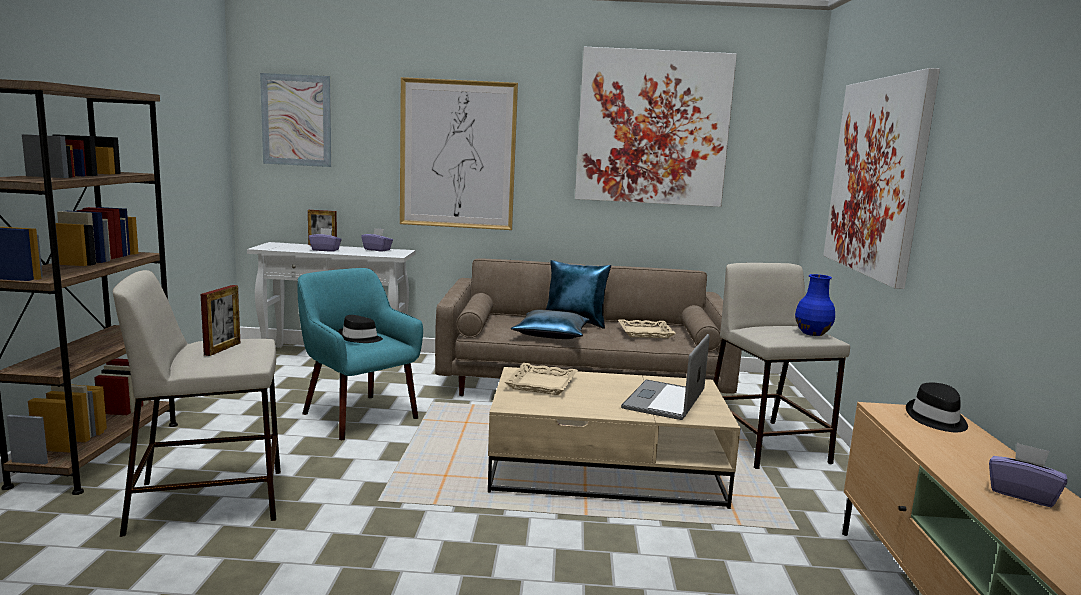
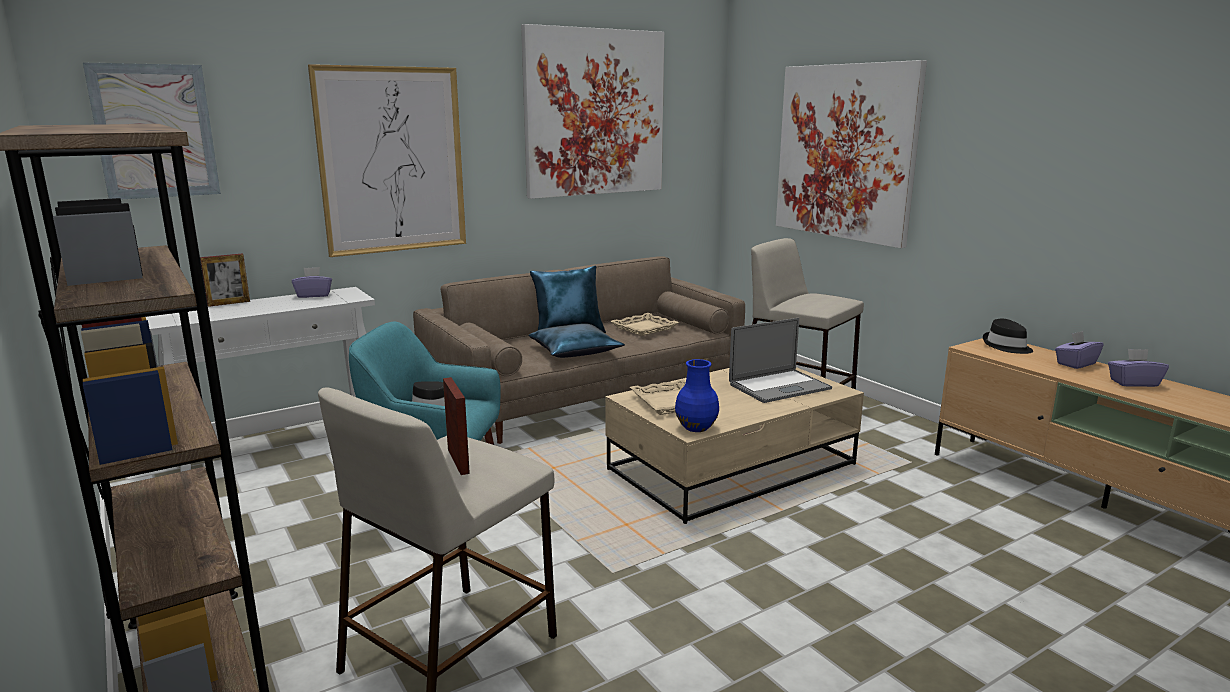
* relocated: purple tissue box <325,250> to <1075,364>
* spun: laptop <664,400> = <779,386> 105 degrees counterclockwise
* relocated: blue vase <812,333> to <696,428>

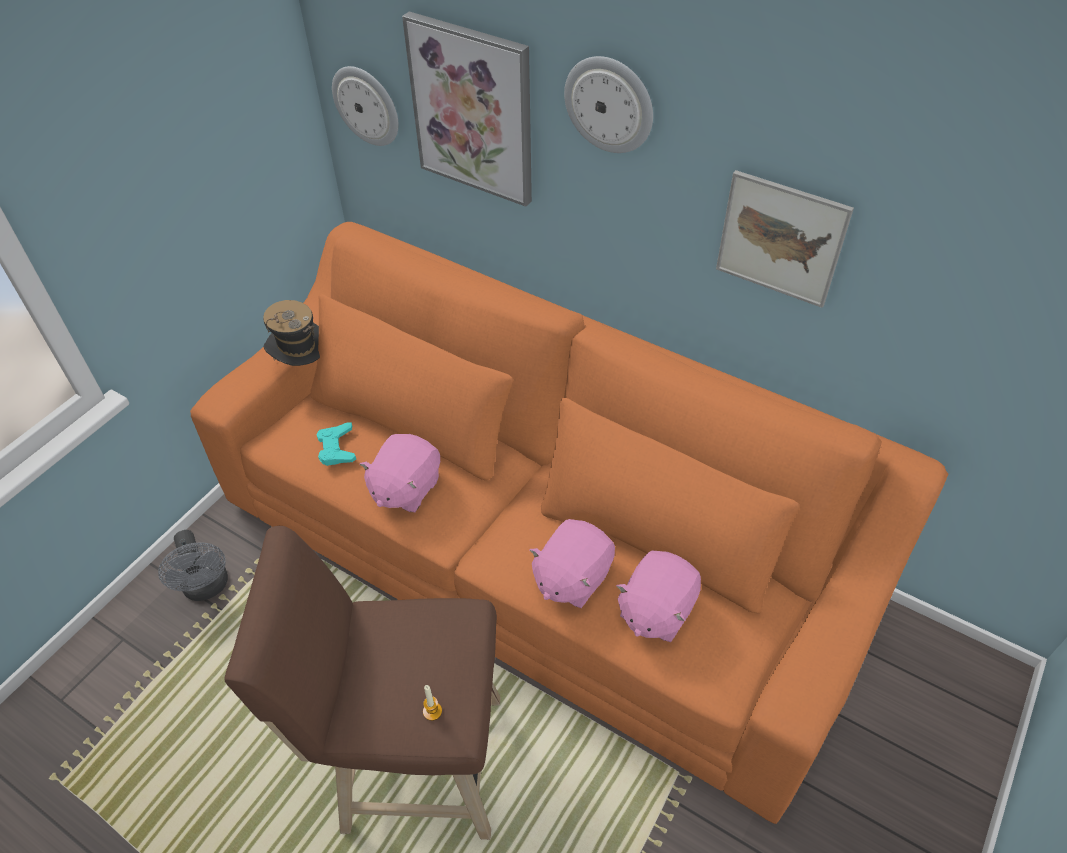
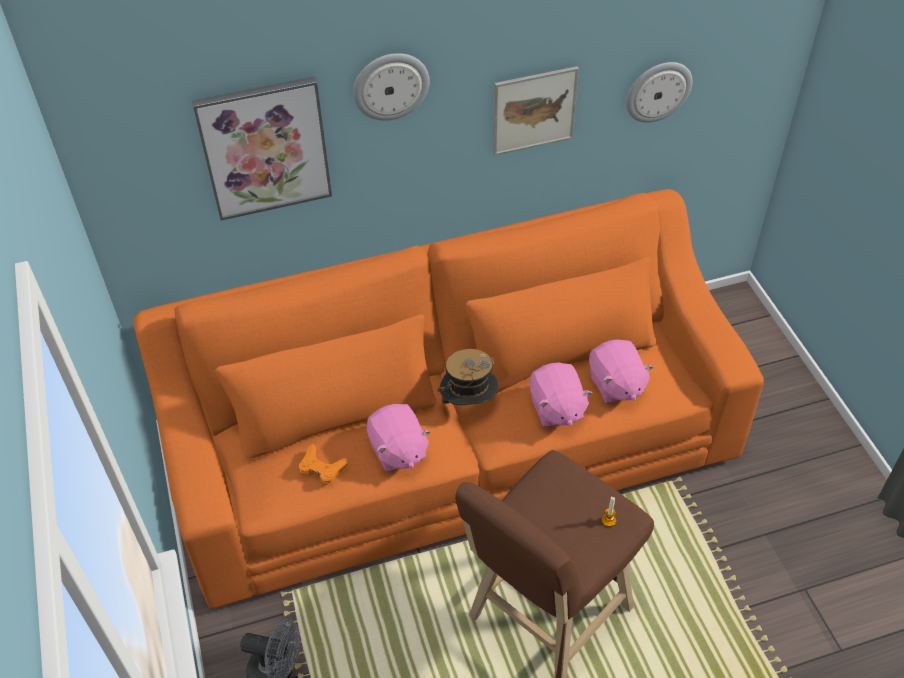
* relocated: hat <302,367> to <468,404>
* colour: turquoise game controller <337,448> to orange game controller <322,468>
* relocated: wall clock <367,105> to <658,91>

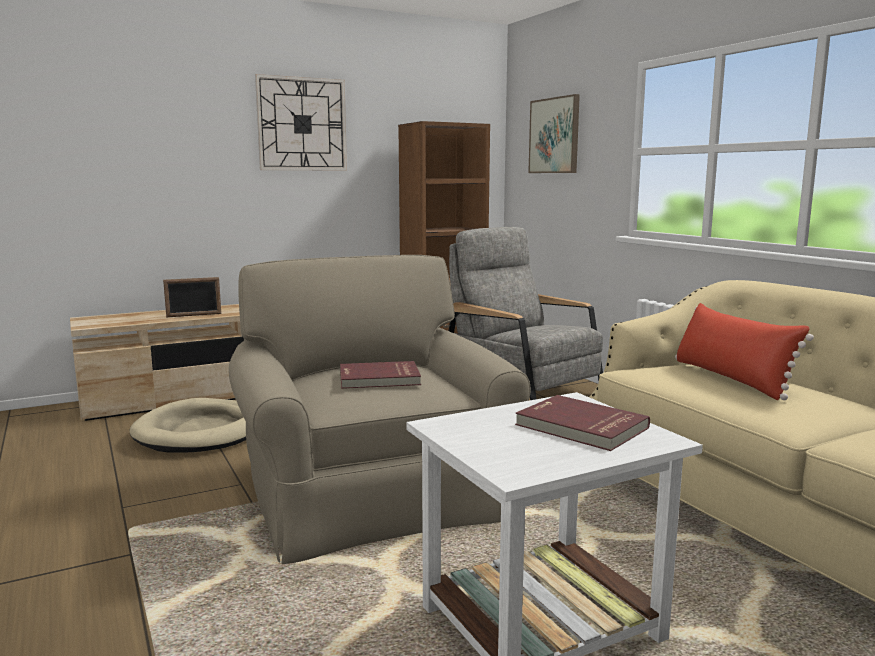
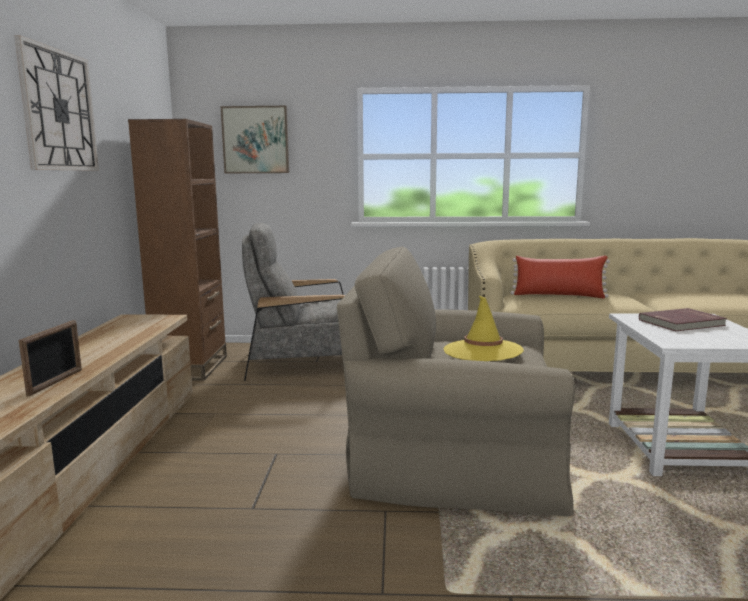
* missing: beige dog bed <204,431>
* exchanged: red book <379,379> to yellow hat <482,351>

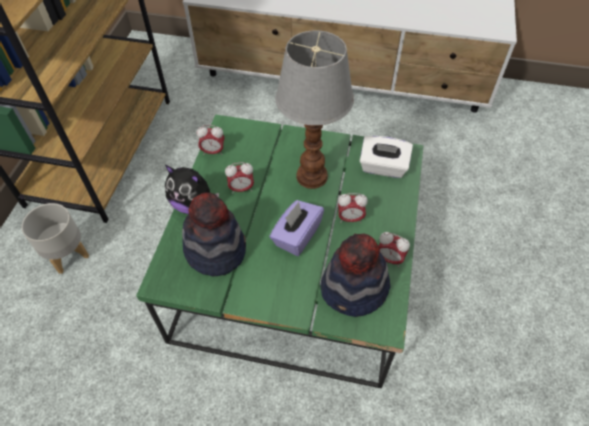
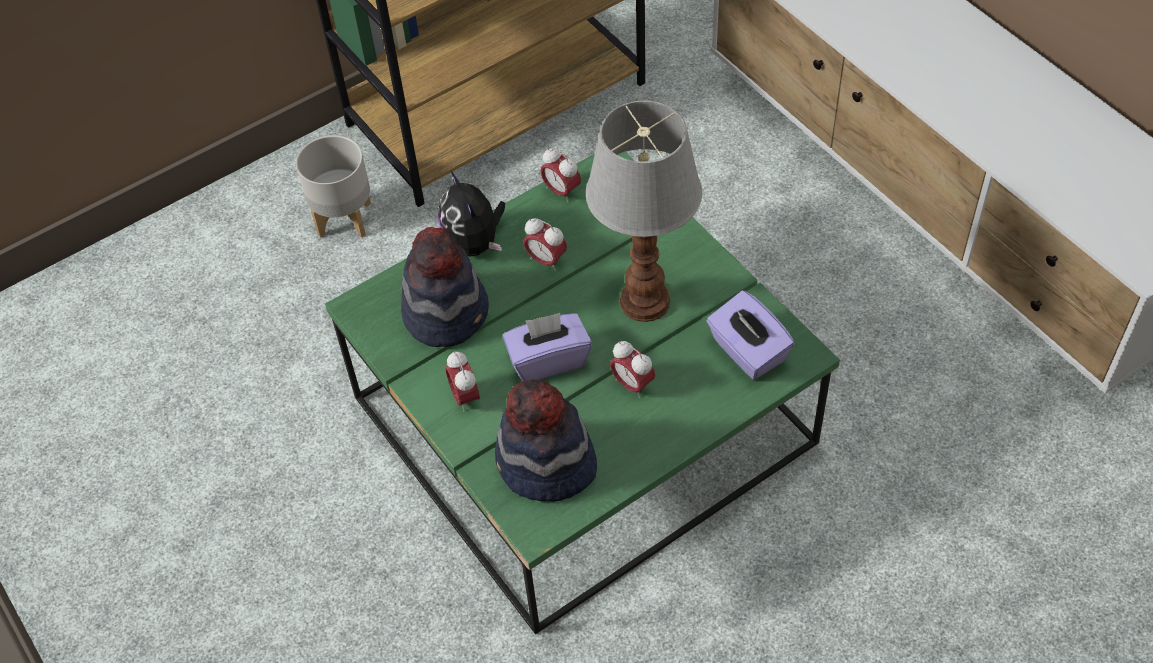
* colour: white tissue box <383,167> to purple tissue box <747,351>
* relocated: alarm clock <389,259> to <465,397>

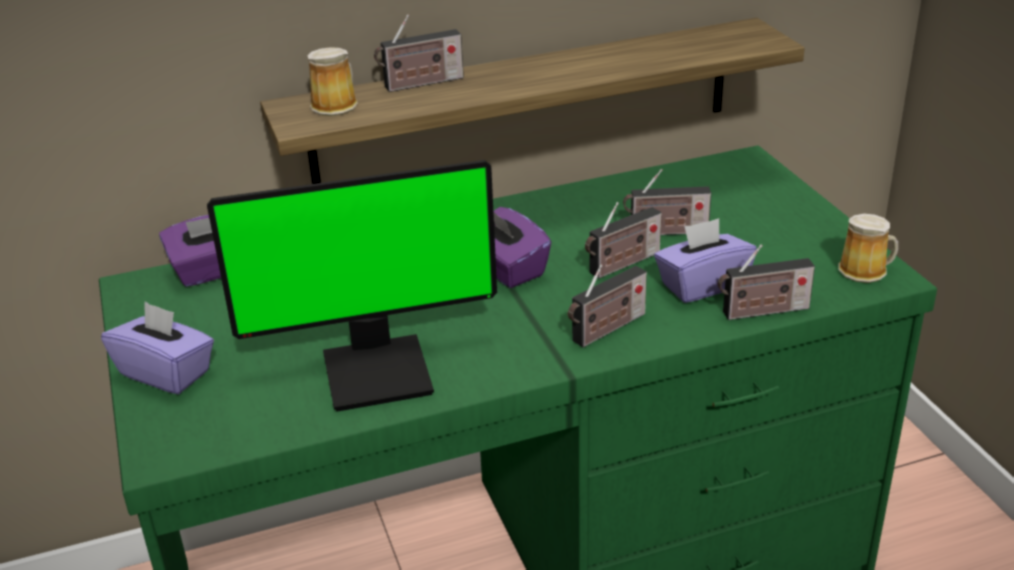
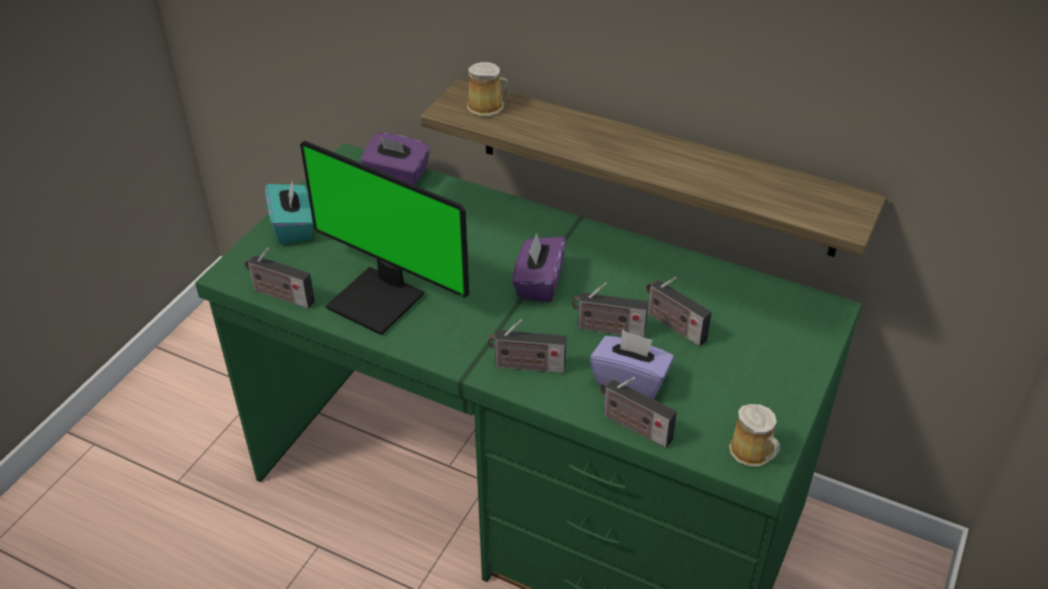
* colour: purple tissue box <166,372> to turquoise tissue box <293,227>
* relocated: radio <420,84> to <280,295>

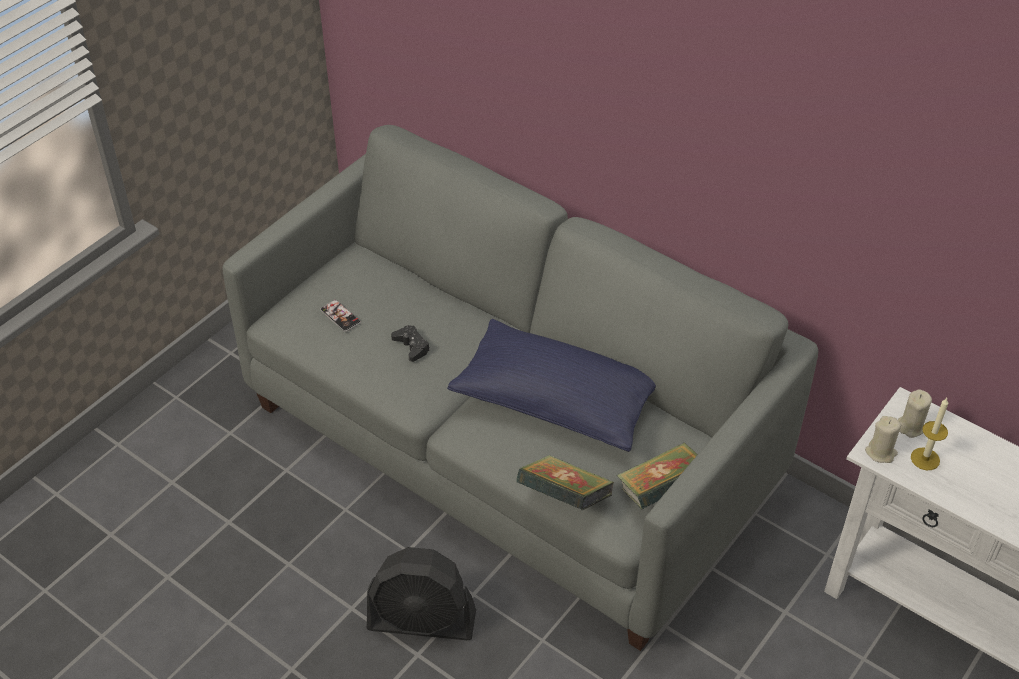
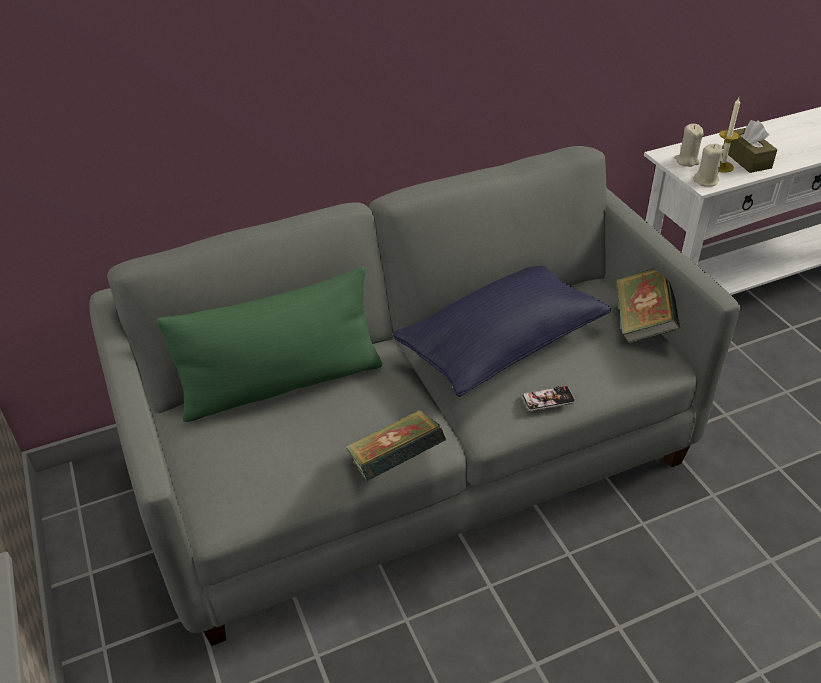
* relocated: phone <340,316> to <548,399>
* missing: black fan <422,621>
* missing: black game controller <411,346>
* relocated: book <564,498> to <395,463>
* appeared: green pillow <282,384>
* appeared: brown tissue box <746,159>

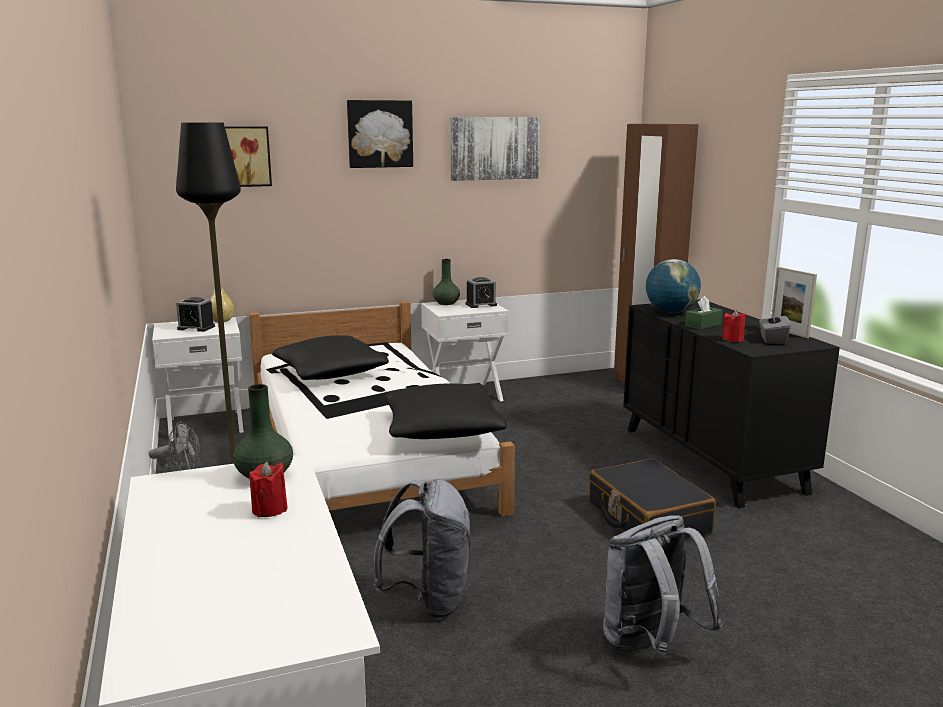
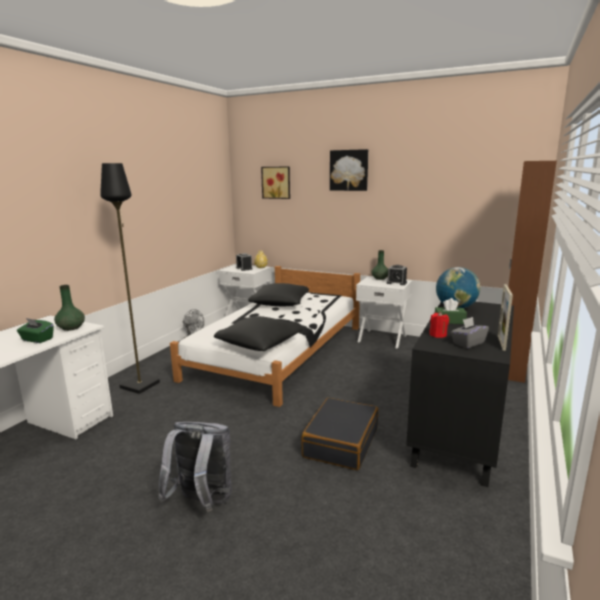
* exchanged: red candle <269,509> to green tissue box <37,340>
* missing: grey backpack <428,600>
* missing: picture <494,148>

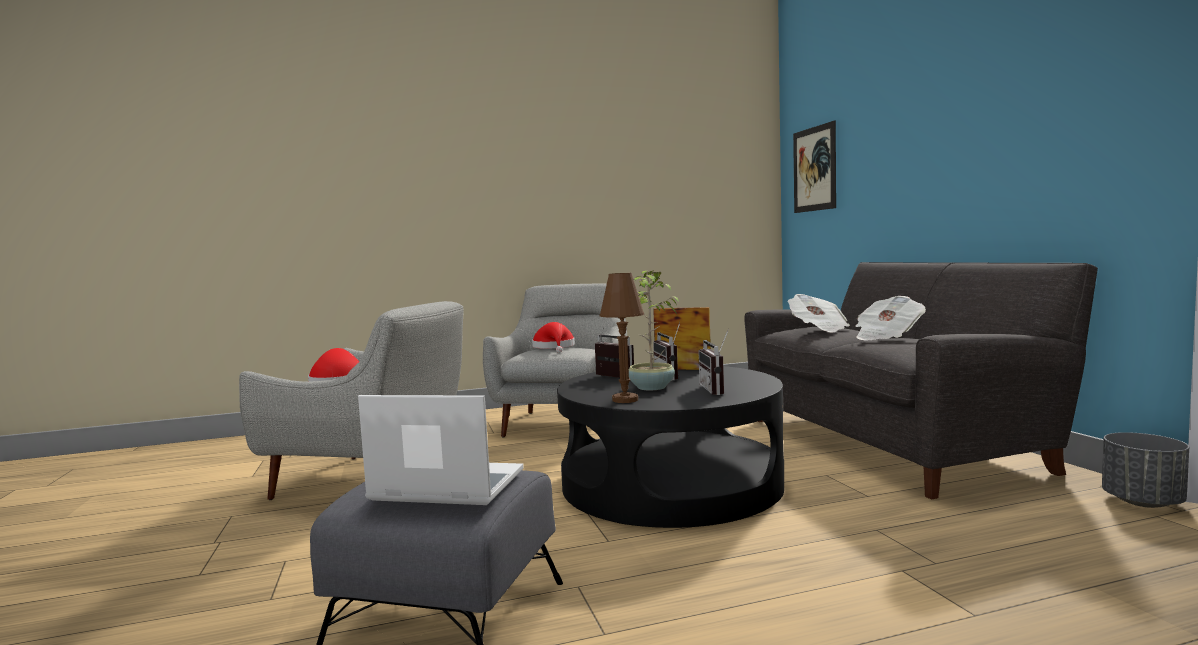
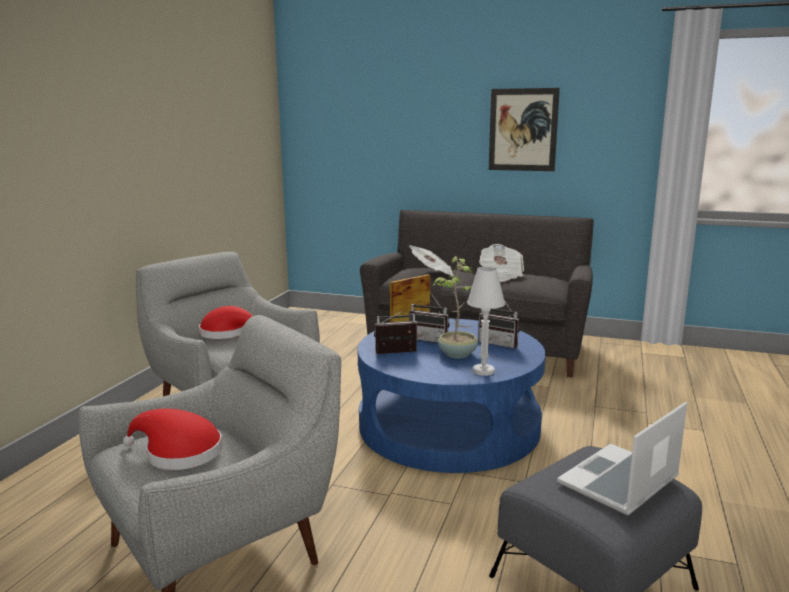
* colour: black coffee table <671,482> to blue coffee table <449,424>
* colour: brown table lamp <625,400> to white table lamp <483,371>
* relocated: picture <814,169> to <523,130>
* missing: grey planter <1143,502>

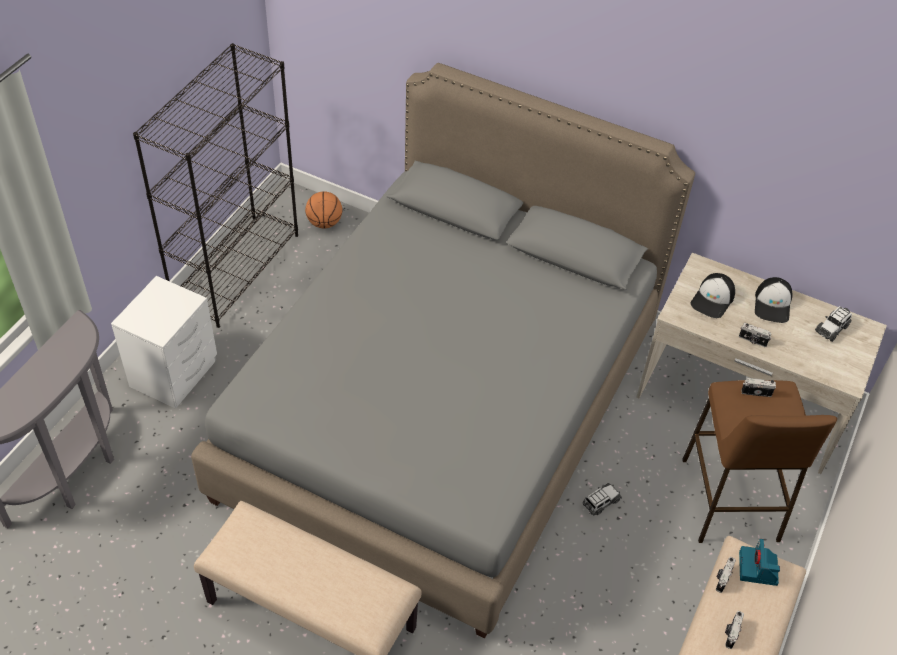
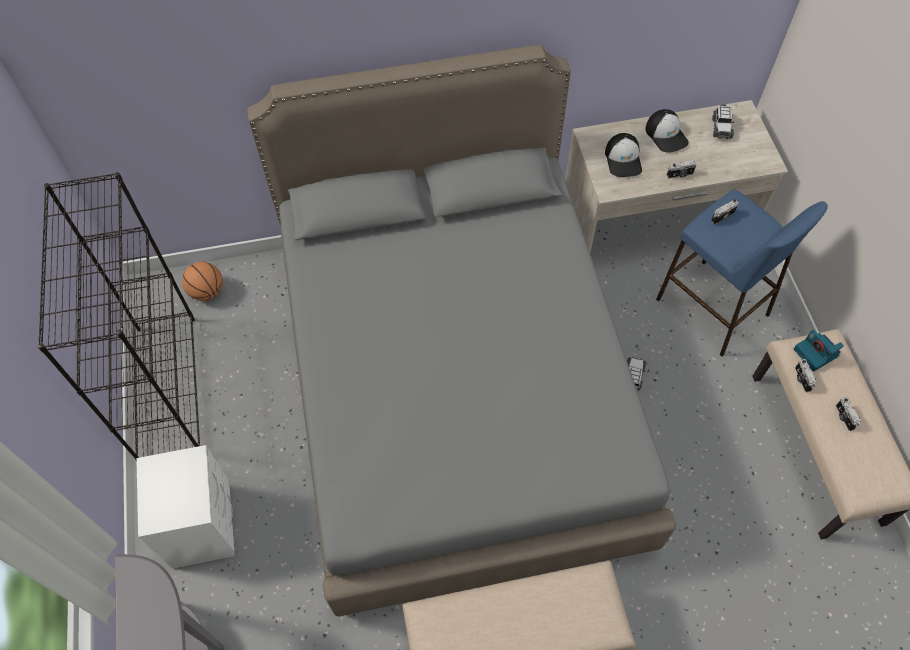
* colour: brown stool <730,500> to blue stool <713,308>

